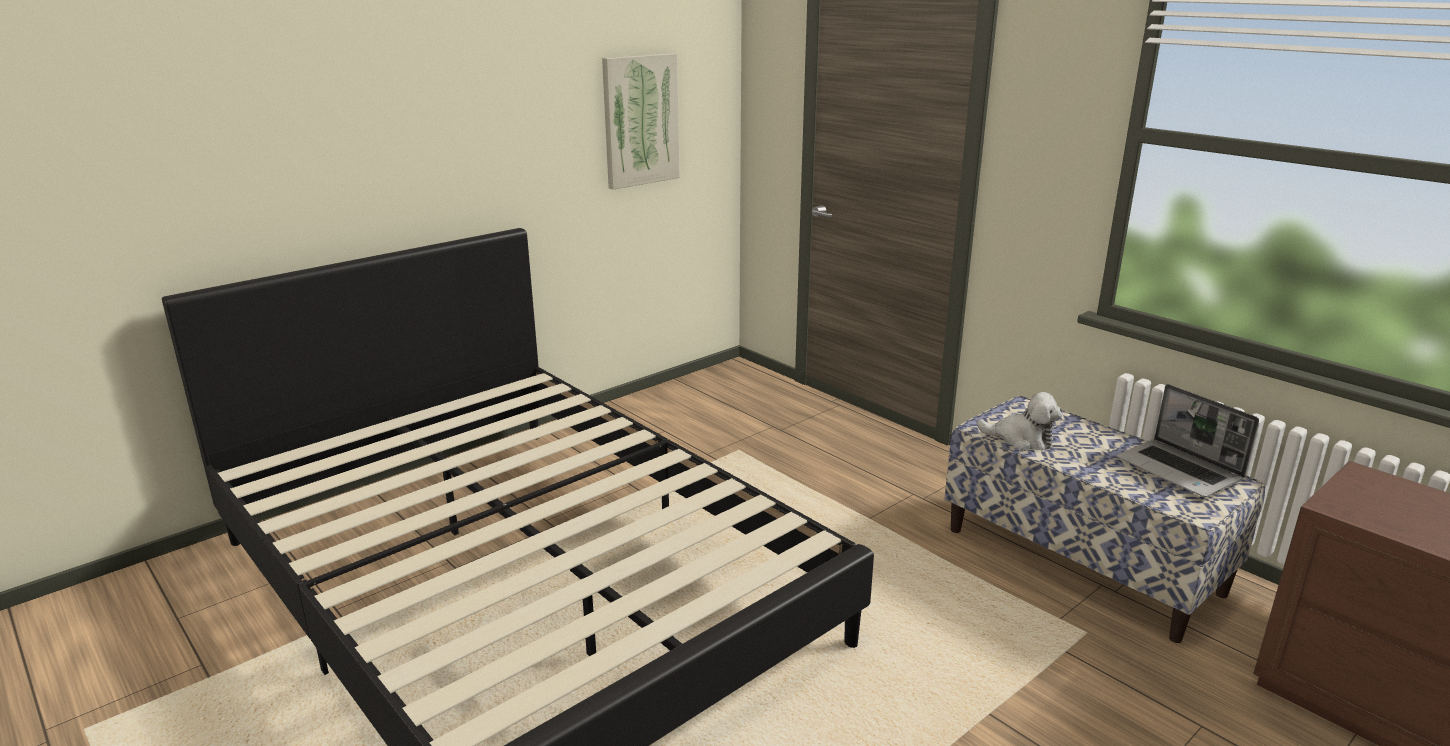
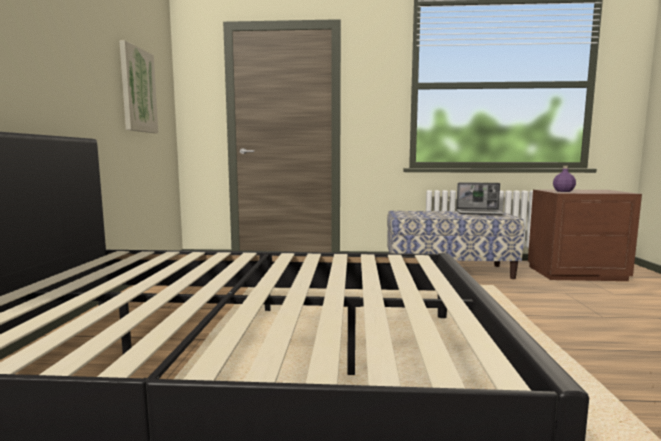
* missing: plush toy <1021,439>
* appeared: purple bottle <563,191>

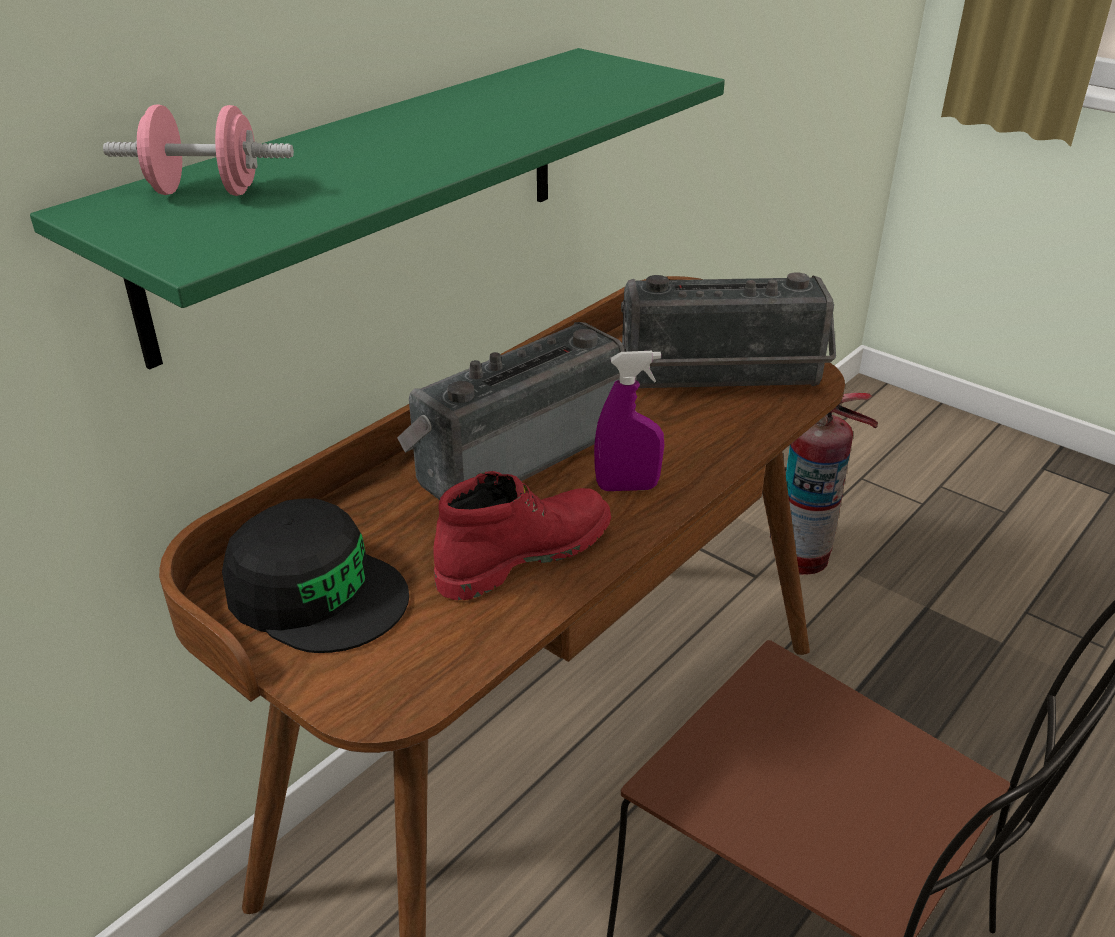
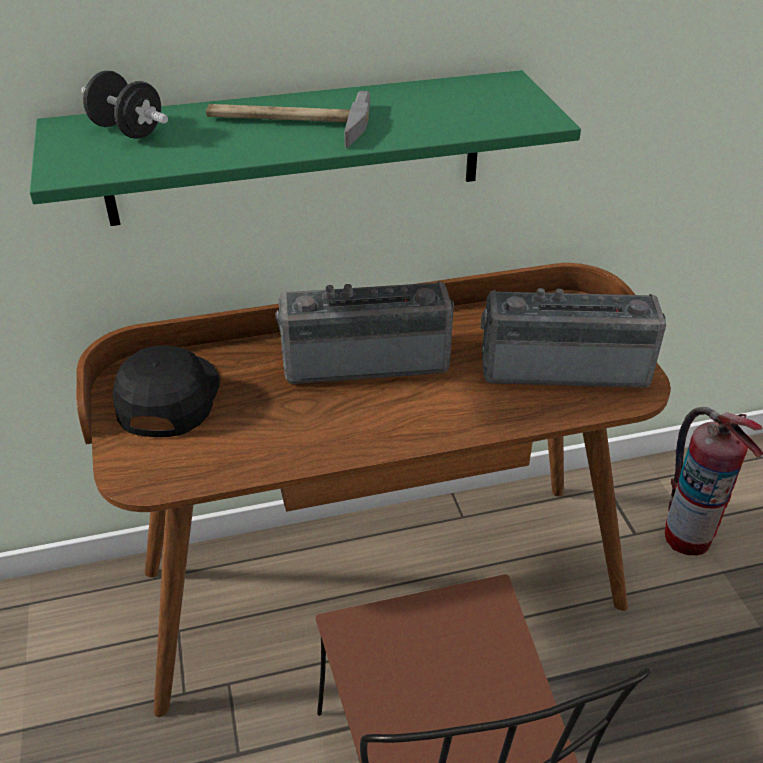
* colour: pink dumbbell <206,192> to black dumbbell <127,131>
* spun: black cap <316,592> = <168,397> 150 degrees counterclockwise
* missing: red boot <523,554>
* missing: purple spray bottle <627,487>
* spun: radio <721,381> = <563,365> 150 degrees clockwise
* appeared: hammer <287,122>

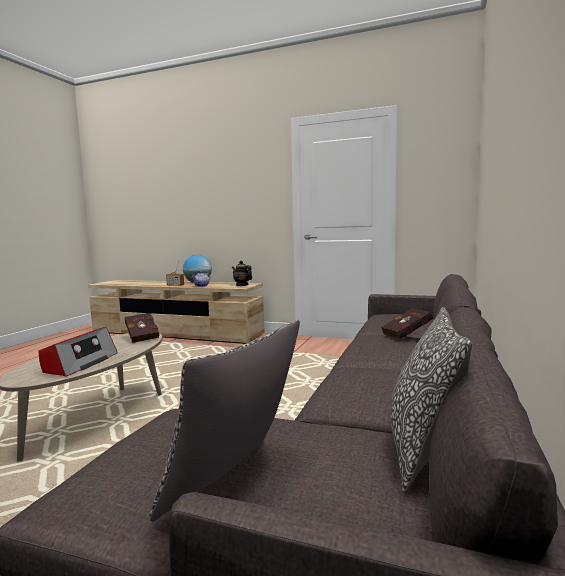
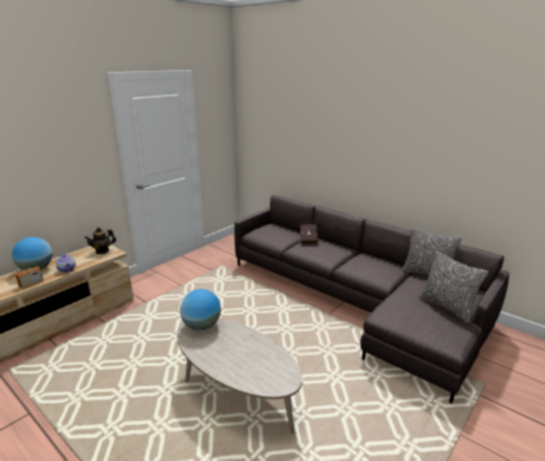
* missing: radio <80,363>
* exchanged: red book <142,337> to globe <201,326>

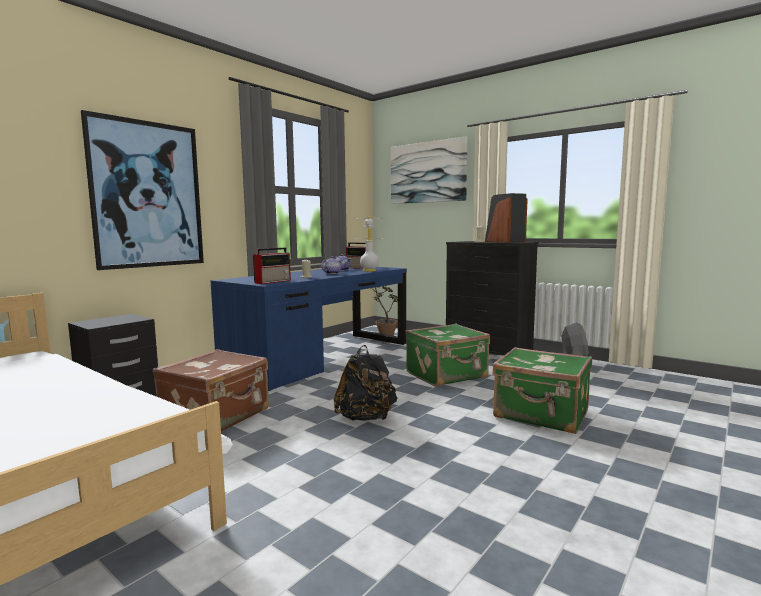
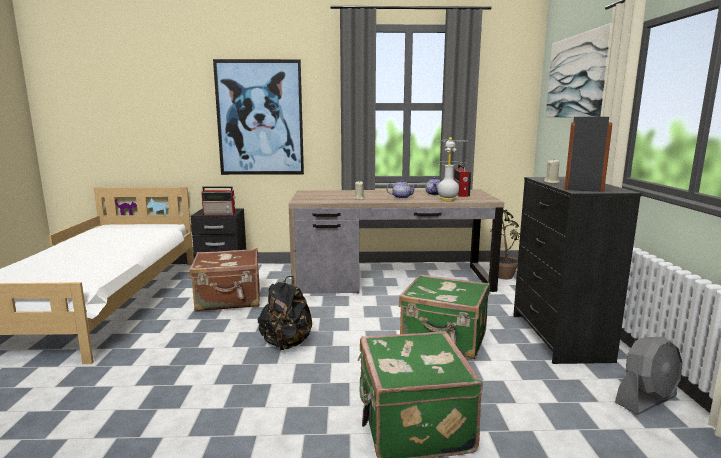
* colour: blue desk <321,358> to brown desk <391,280>
* relocated: radio <273,281> to <220,213>

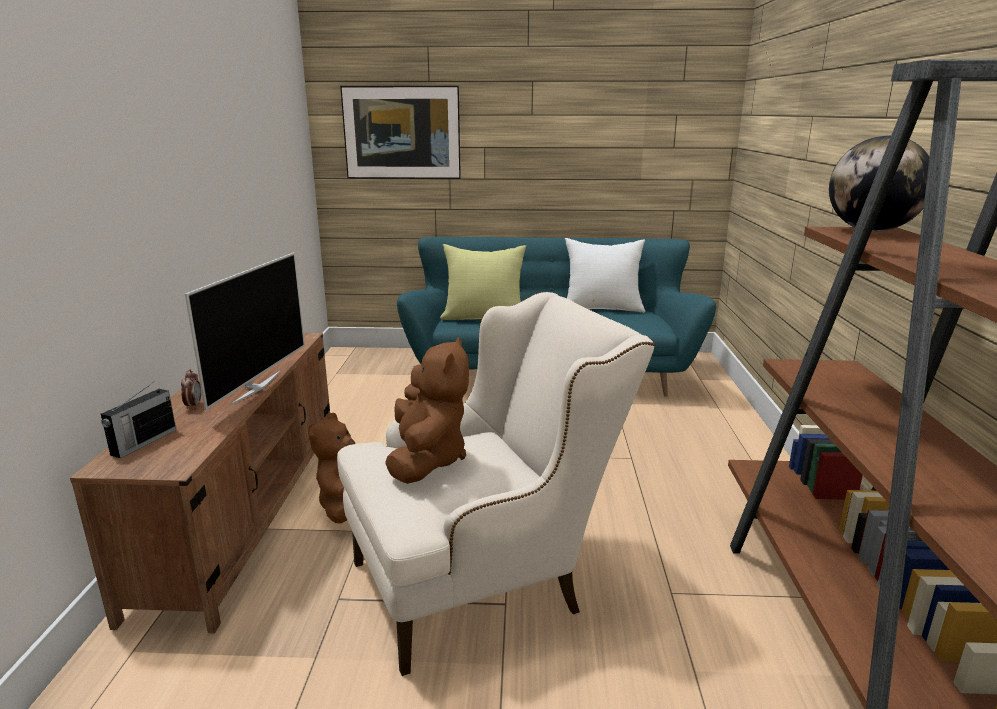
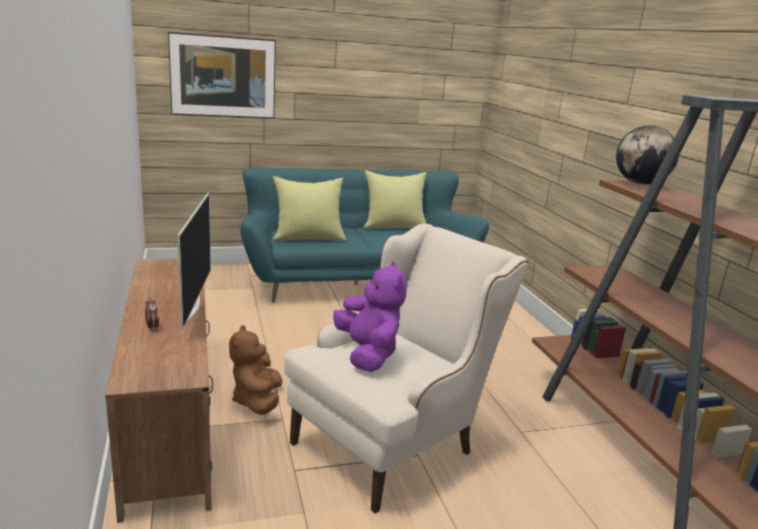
* missing: radio <143,442>
* colour: brown plush toy <427,459> to purple plush toy <368,354>
* colour: white pillow <602,307> to yellow pillow <394,226>

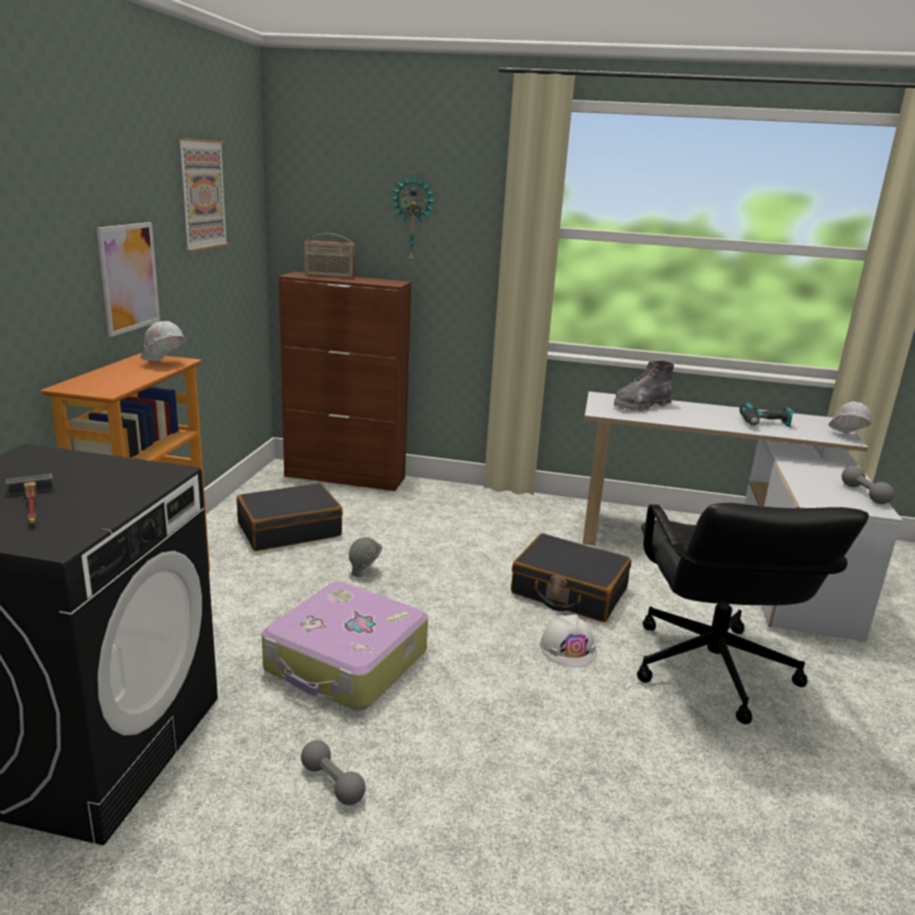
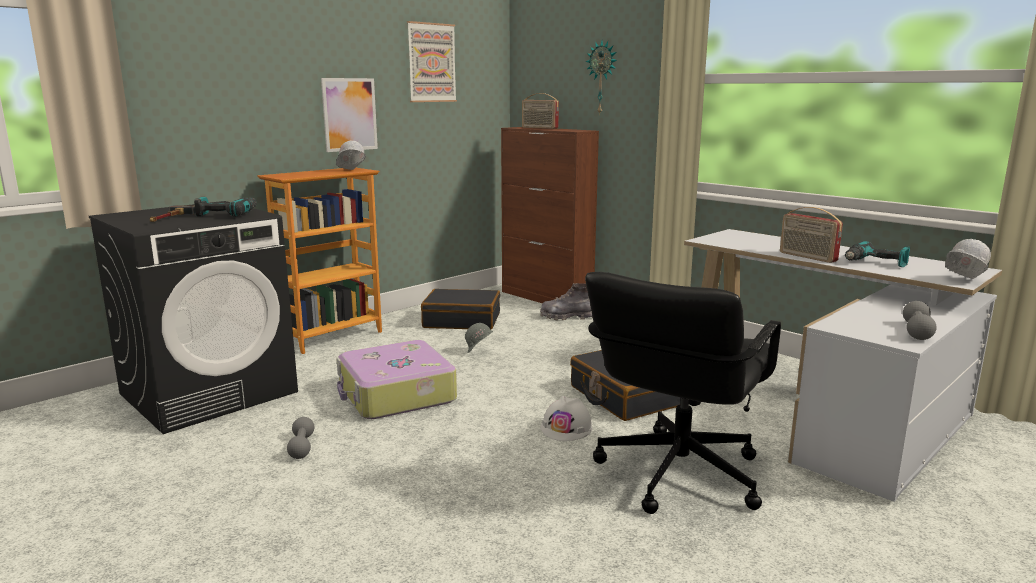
* relocated: grey boot <641,406> to <567,317>
* appeared: power drill <227,214>
* appeared: radio <807,257>

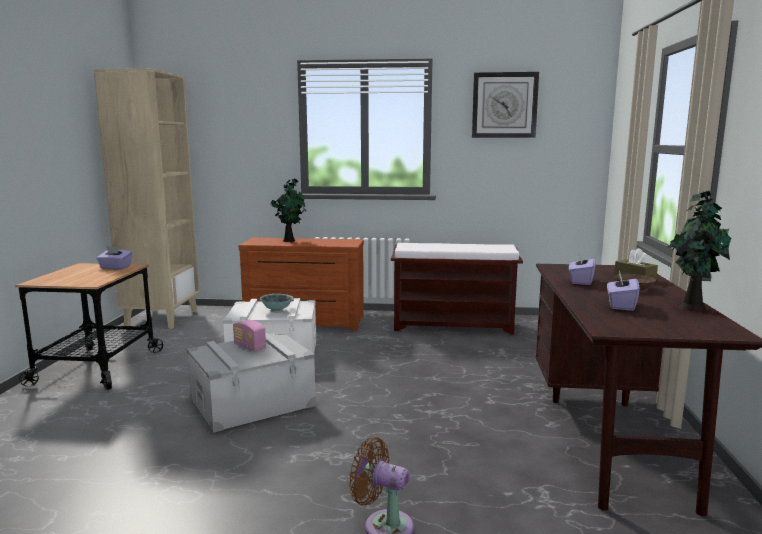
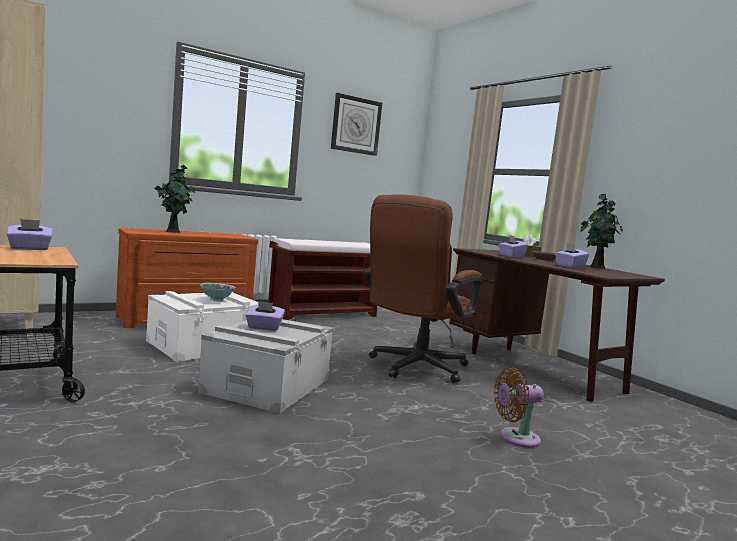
* exchanged: radio <249,347> to purple tissue box <264,328>
* appeared: brown office chair <413,368>

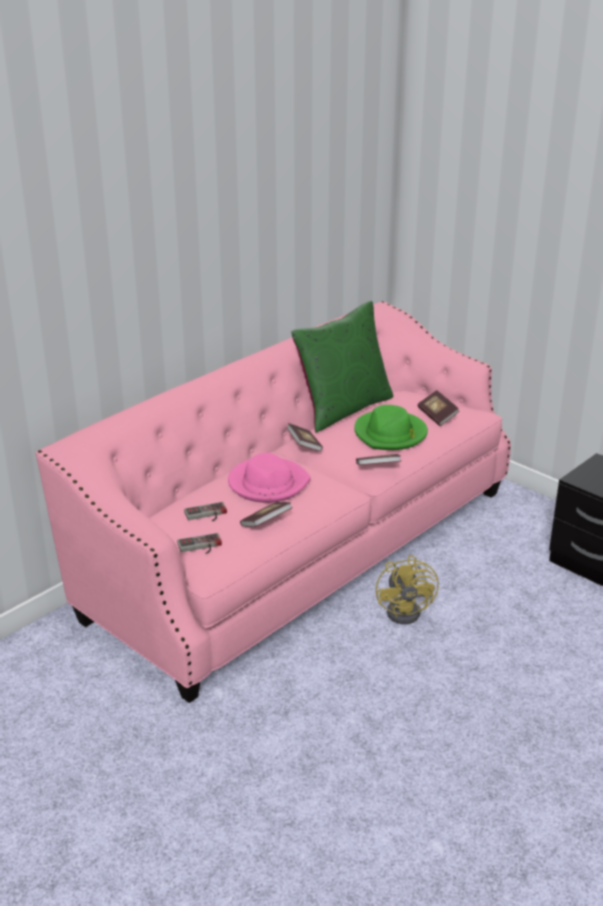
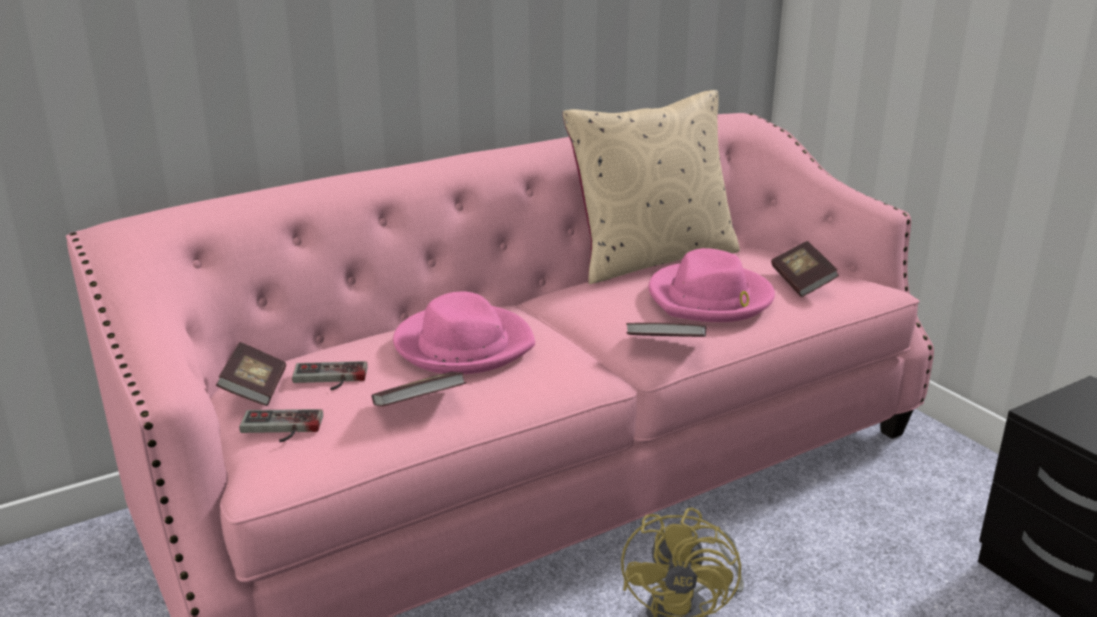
* relocated: book <304,445> to <255,390>
* colour: green pillow <343,409> to beige pillow <651,258>
* colour: green hat <390,434> to pink hat <710,298>

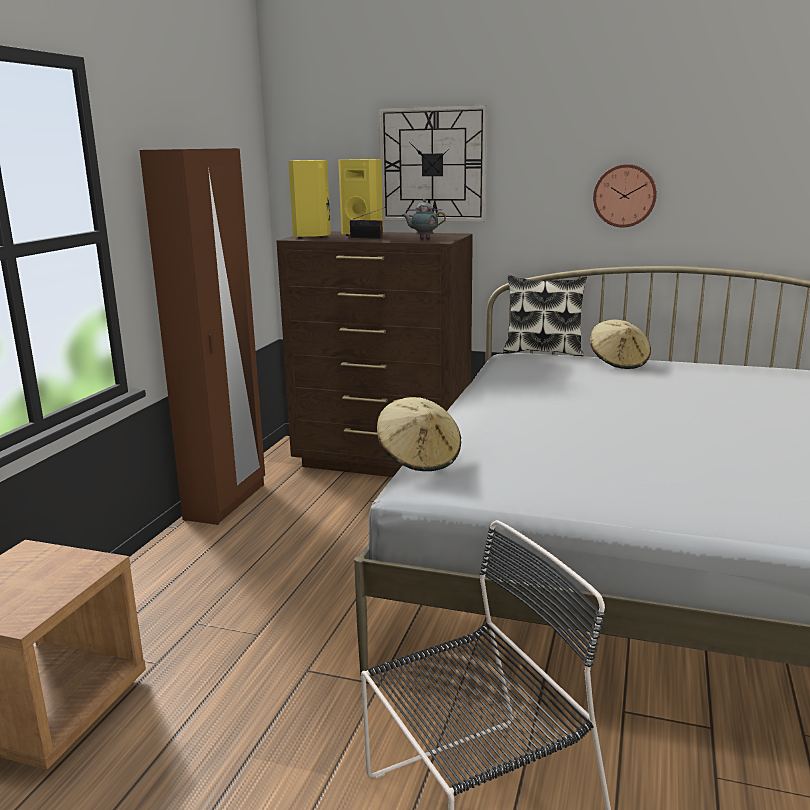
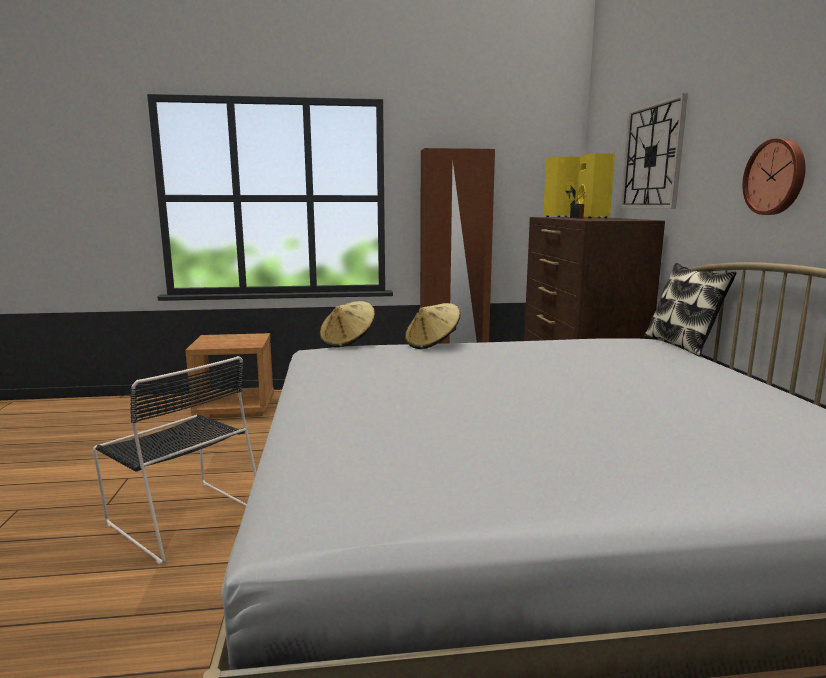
* missing: teapot <423,238>
* relocated: beige hat <618,362> to <432,344>

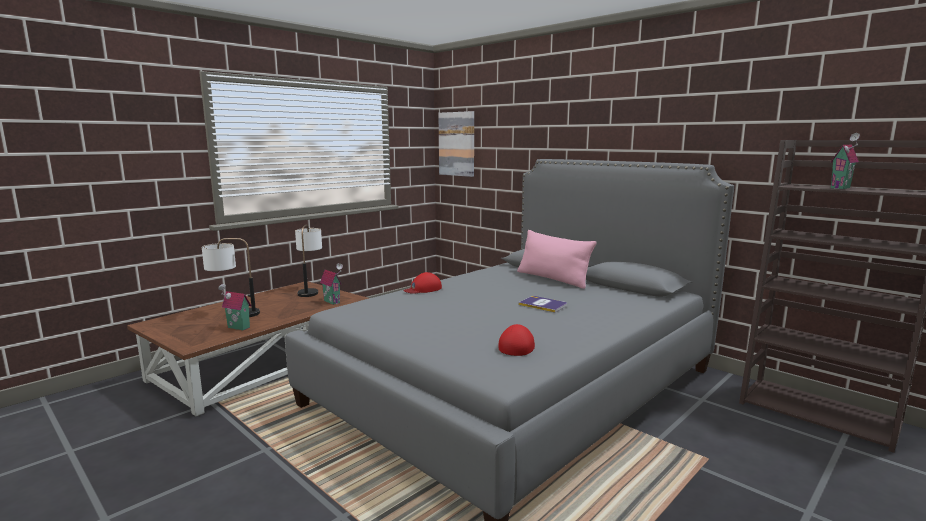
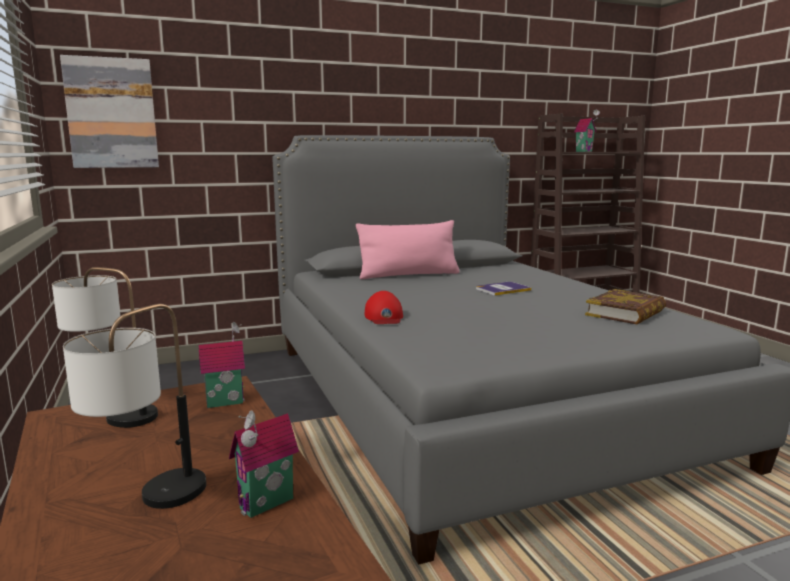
* exchanged: red cap <517,345> to book <626,313>

